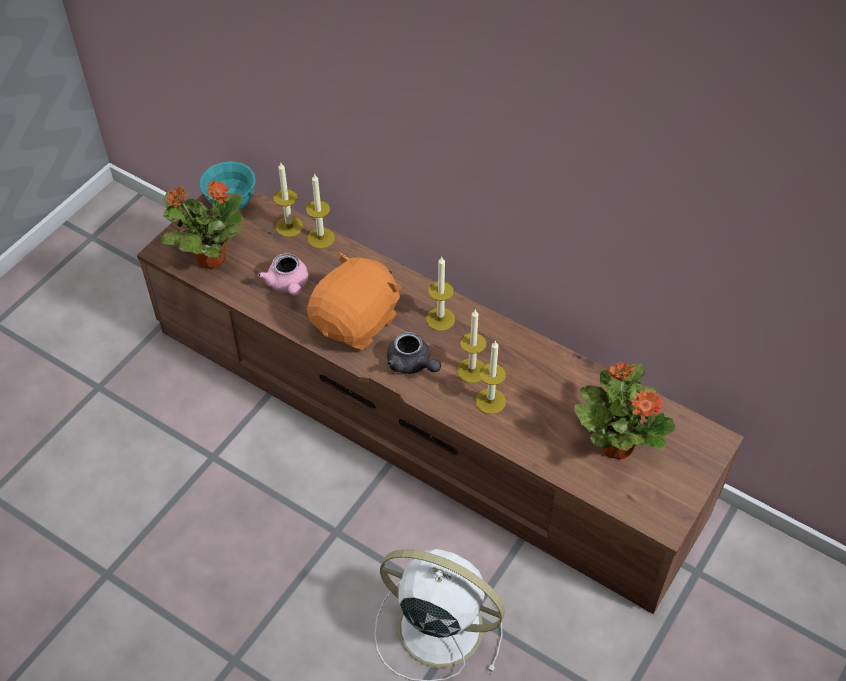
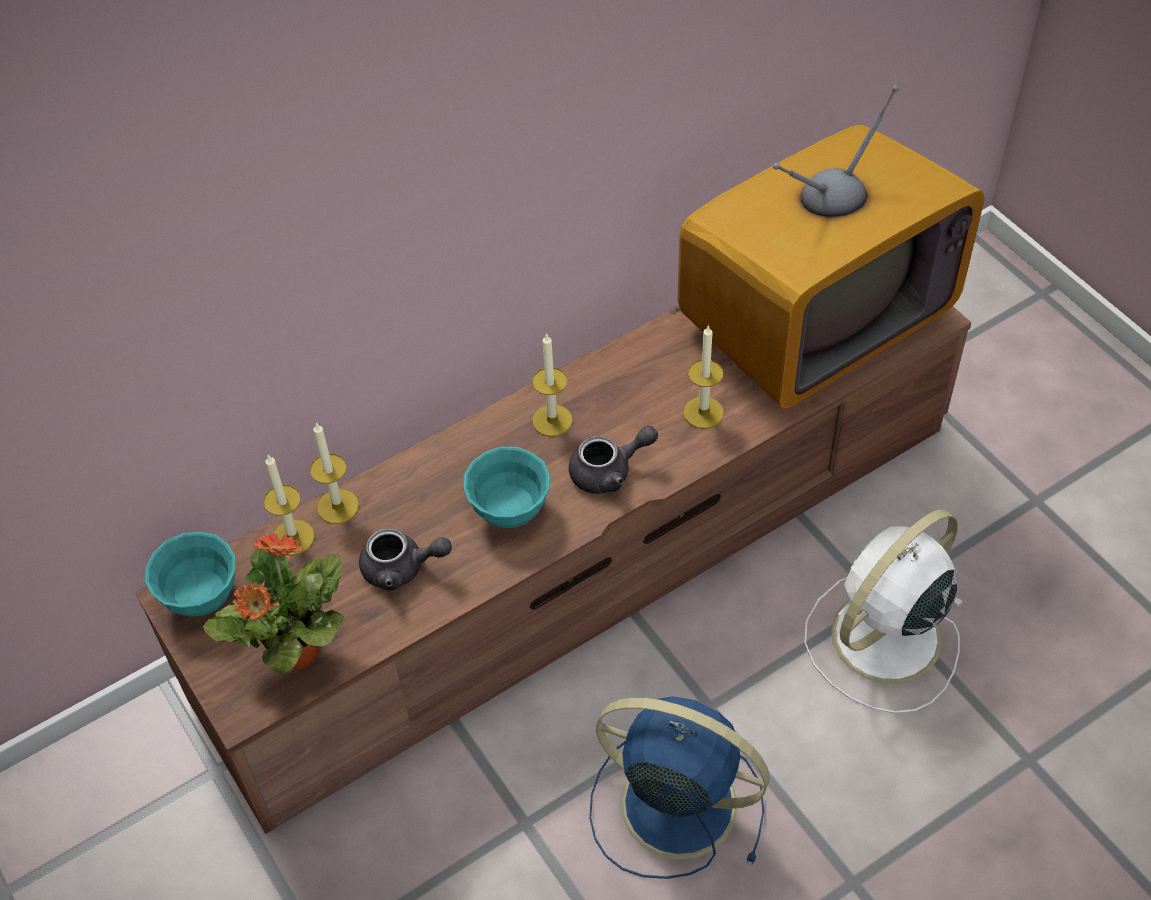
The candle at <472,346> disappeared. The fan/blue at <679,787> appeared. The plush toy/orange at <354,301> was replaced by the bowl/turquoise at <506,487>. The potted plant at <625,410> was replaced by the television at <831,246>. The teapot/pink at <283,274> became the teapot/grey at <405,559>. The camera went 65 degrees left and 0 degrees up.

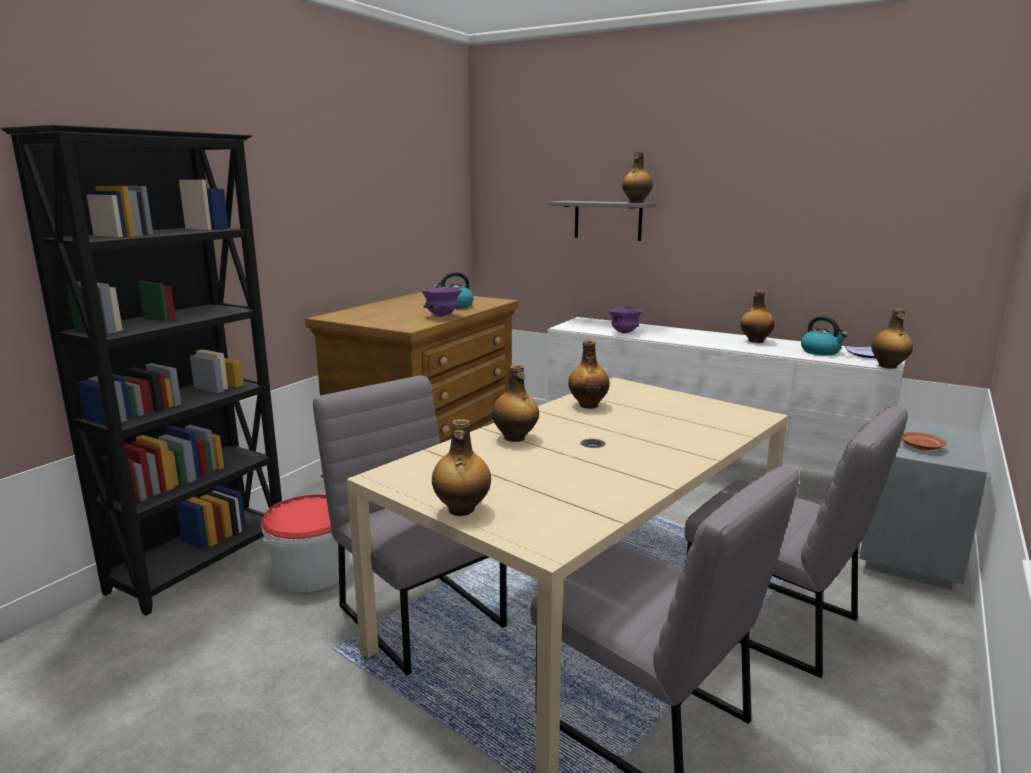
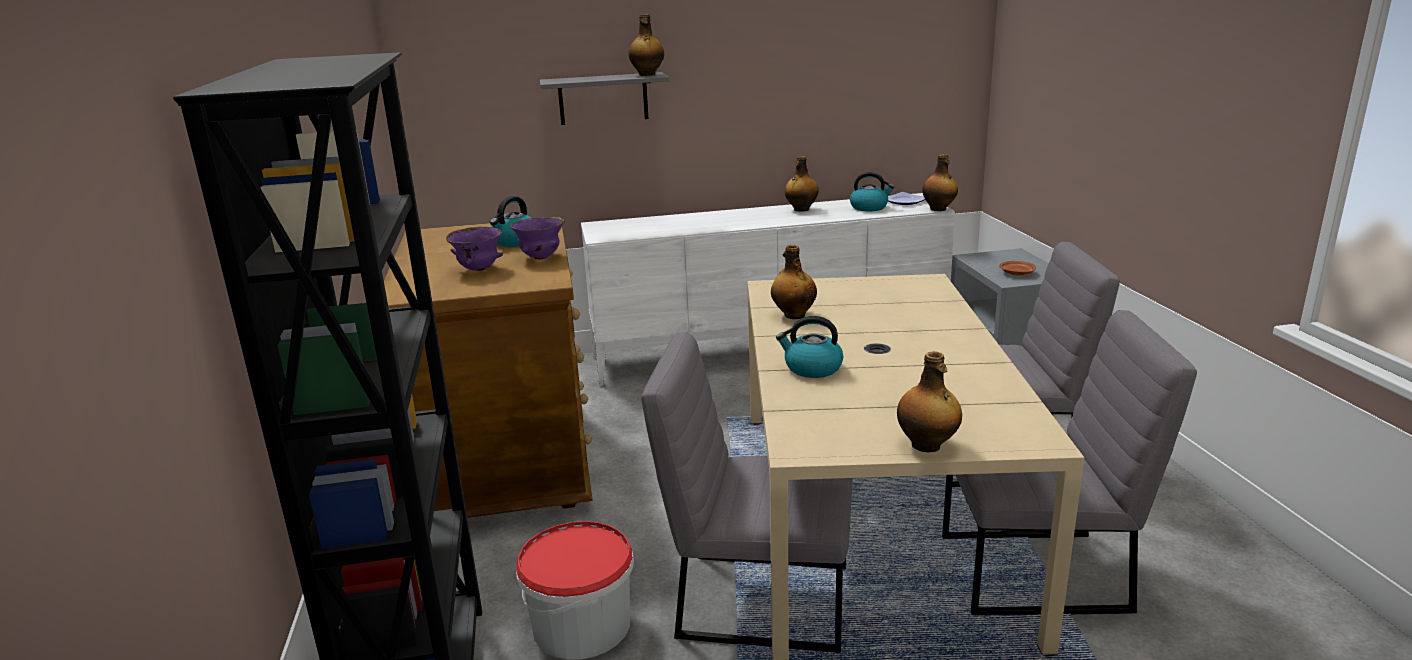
The bowl/purple moved from <625,319> to <474,249>. The bottle at <515,403> was replaced by the kettle at <809,347>. The camera went 40 degrees left and 5 degrees up.

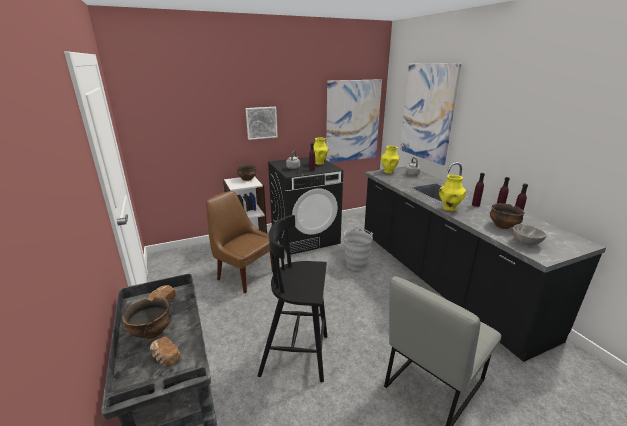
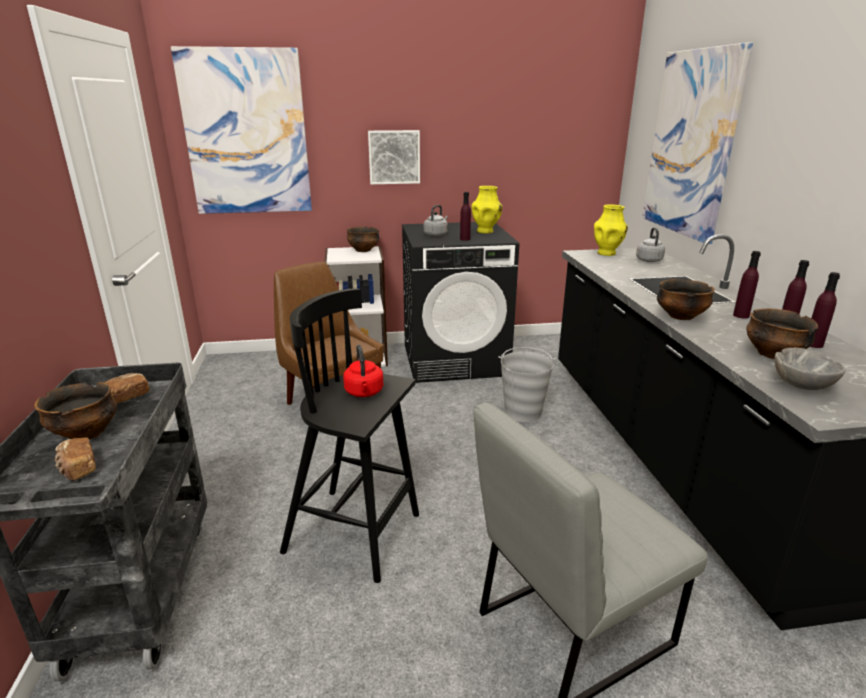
The kettle/red at <363,371> appeared. The picture moved from <354,121> to <241,130>. The vase/yellow at <452,193> was replaced by the bowl at <686,299>. The camera went 15 degrees right and 0 degrees up.

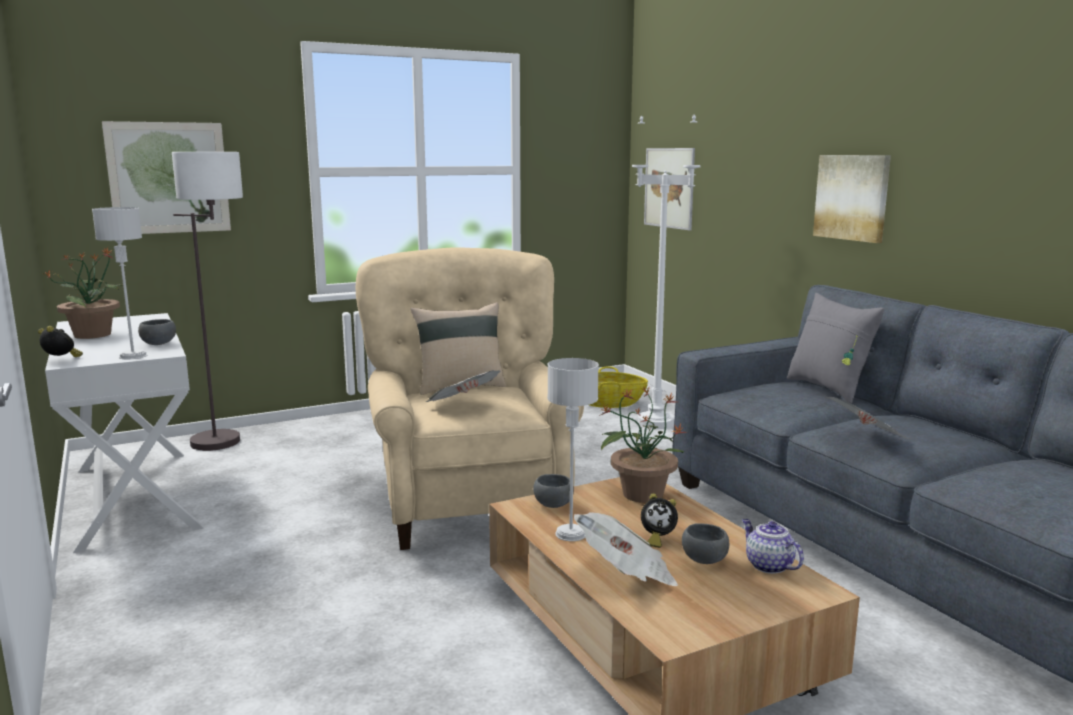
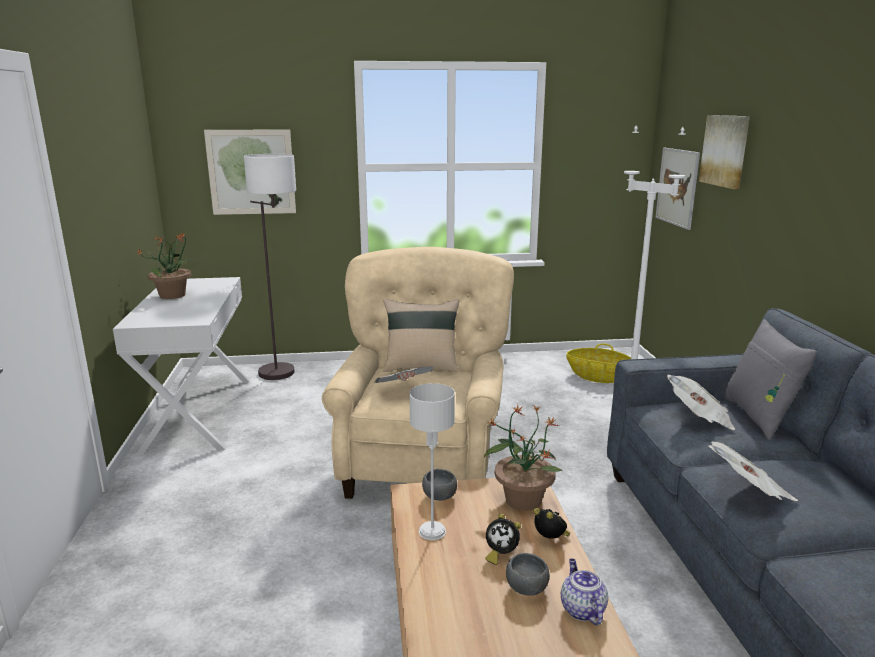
The table lamp/grey at <119,283> disappeared. The bowl/grey at <157,332> disappeared. The alarm clock moved from <60,341> to <551,523>. The newspaper moved from <626,549> to <701,402>. The picture moved from <852,199> to <724,152>. The camera went 20 degrees right and 5 degrees up.

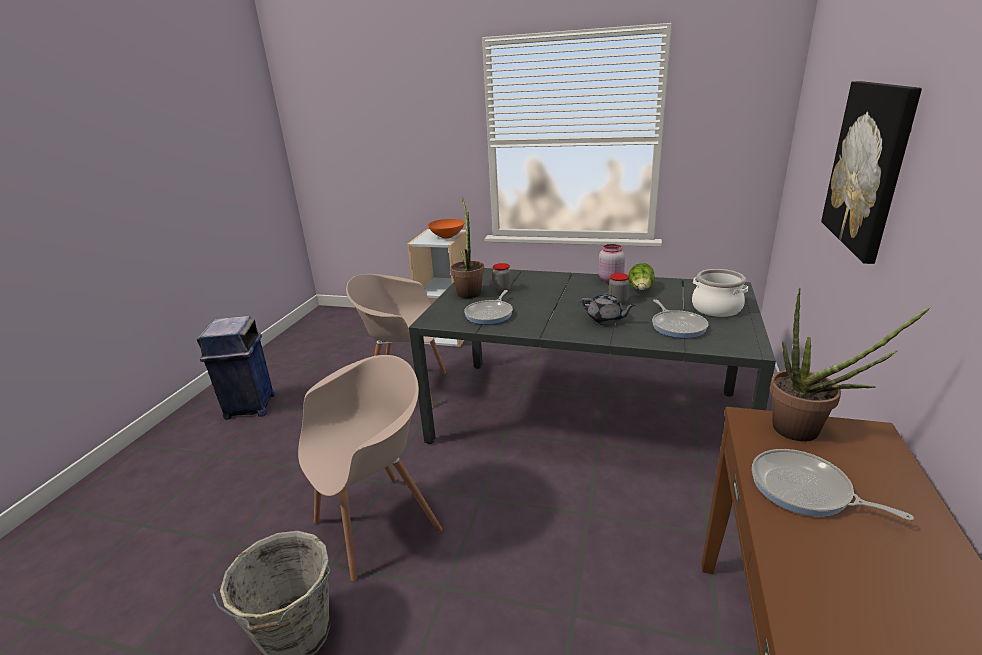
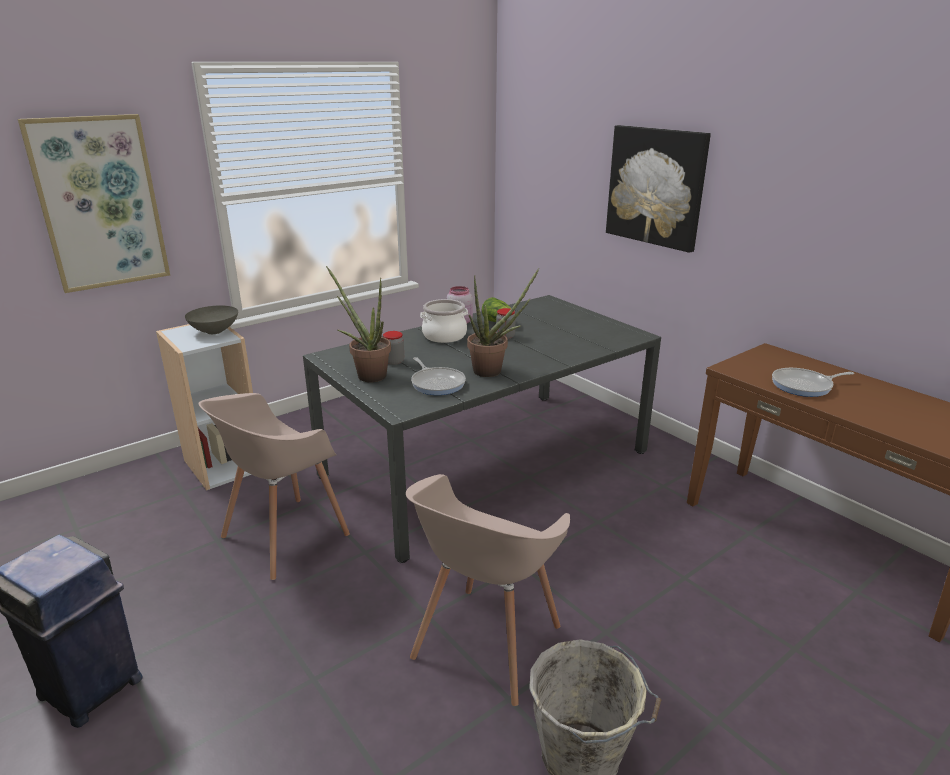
The teapot/grey at <608,309> disappeared. The frying pan at <680,318> disappeared. The picture at <94,203> appeared. The cooking pot moved from <720,293> to <444,321>. The potted plant moved from <851,365> to <503,322>. The bowl/orange at <446,229> became the bowl/grey at <211,319>. The chair/beige at <370,468> turned 150 degrees counterclockwise. The camera went 55 degrees left and 0 degrees up.

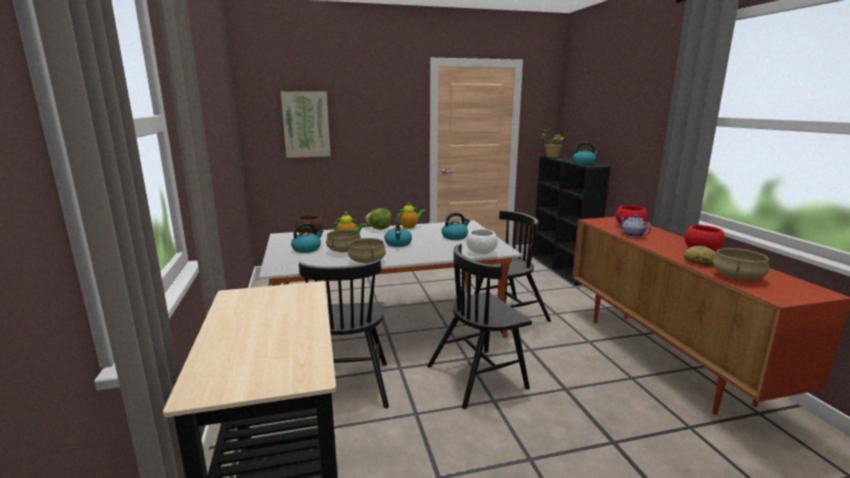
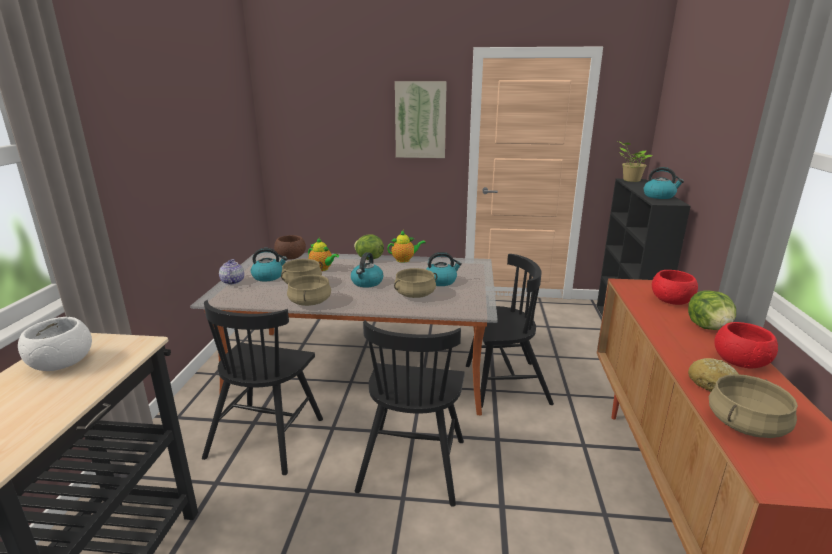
The cooking pot/beige at <416,283> appeared. The lettuce at <712,310> appeared. The picture moved from <306,124> to <421,119>. The bowl/white moved from <482,241> to <55,344>. The teapot moved from <635,226> to <231,272>. The chair/black at <479,326> turned 75 degrees counterclockwise. The camera went 20 degrees right and 5 degrees up.

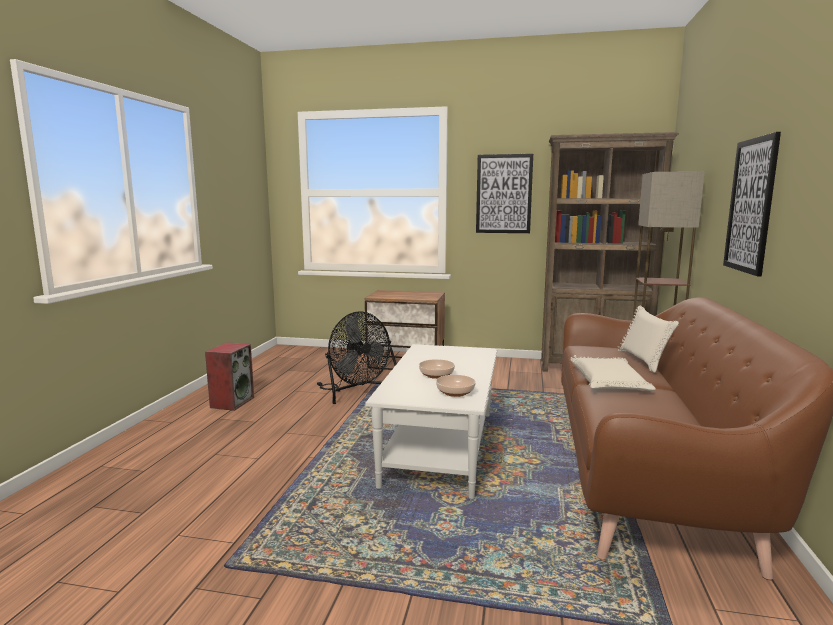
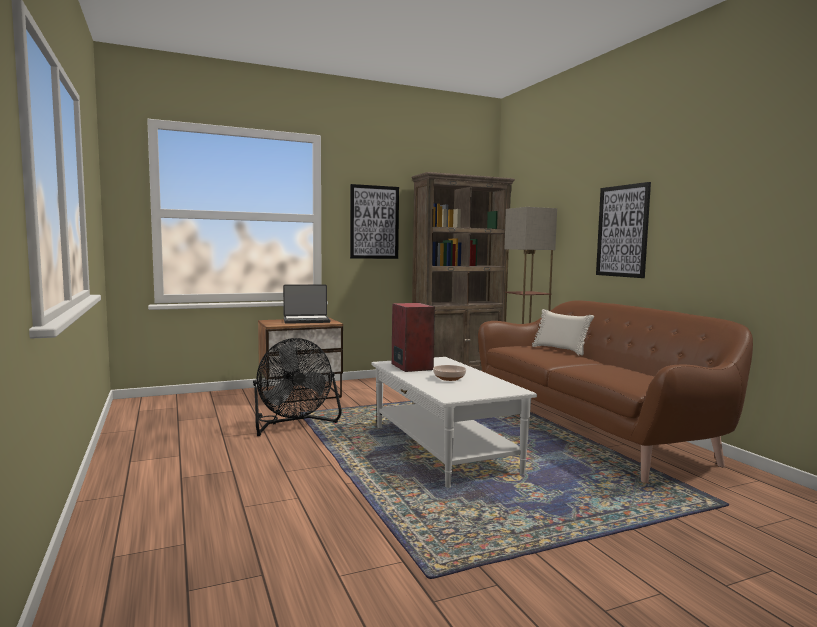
The bowl at <456,386> disappeared. The pillow/white at <613,373> disappeared. The laptop at <306,304> appeared. The speaker moved from <229,376> to <413,337>. The fan/black at <357,357> turned 45 degrees clockwise. The camera went 35 degrees left and 5 degrees down.

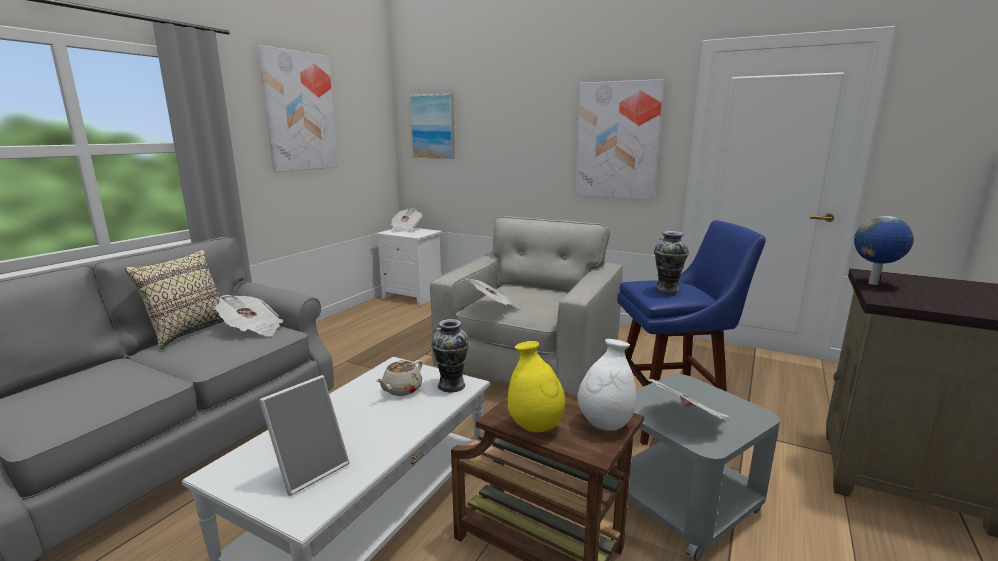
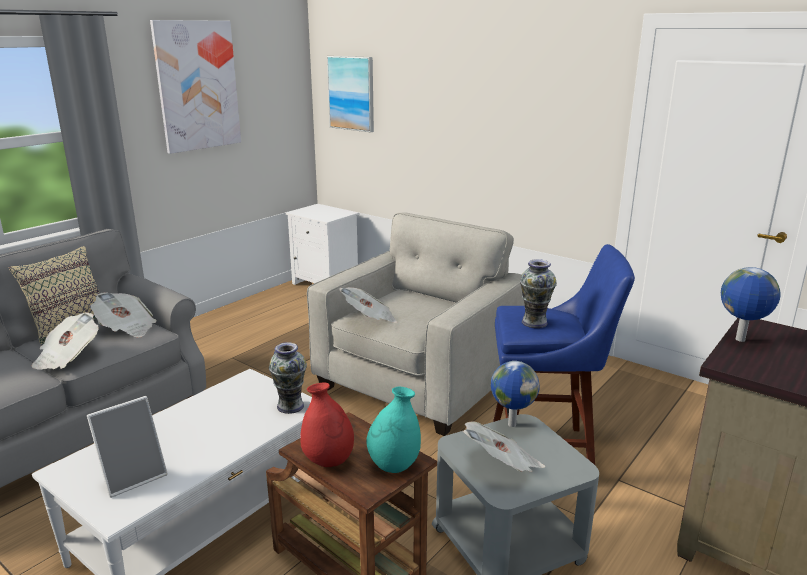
The teapot/beige at <399,378> disappeared. The picture at <619,139> disappeared. The globe at <515,394> appeared. The newspaper moved from <406,220> to <65,340>. The vase/yellow at <536,387> became the vase/red at <327,424>. The vase/white at <607,385> became the vase/turquoise at <393,429>. The camera went 10 degrees right and 5 degrees up.

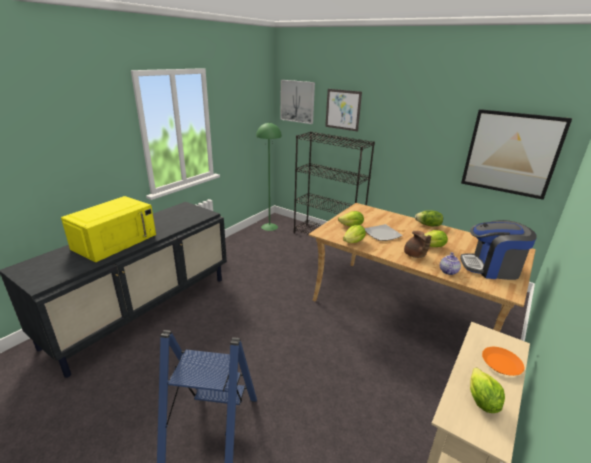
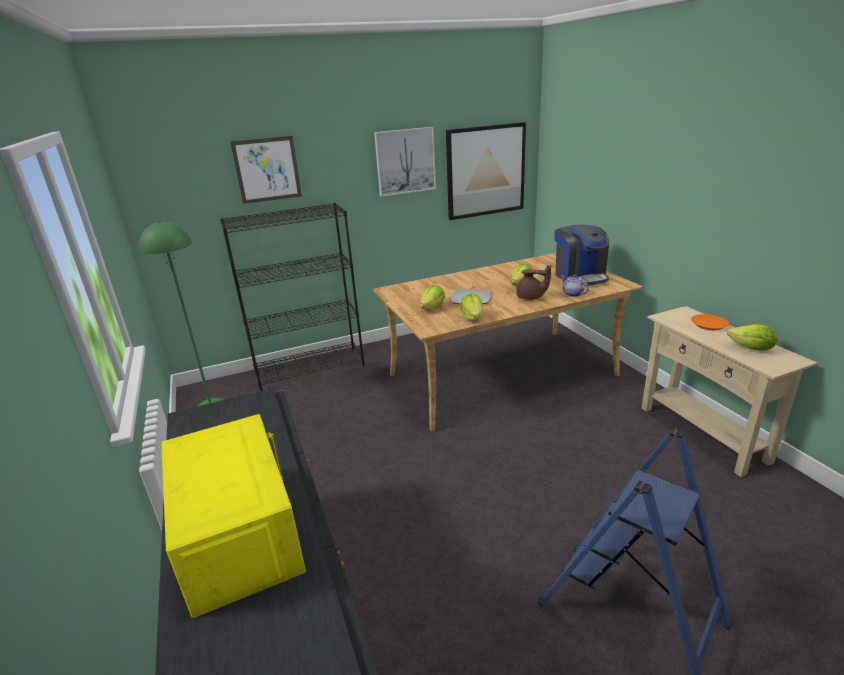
The lettuce at <429,218> disappeared. The picture moved from <297,102> to <405,162>. The coffee machine at <498,250> turned 60 degrees counterclockwise. The camera went 55 degrees left and 0 degrees up.

